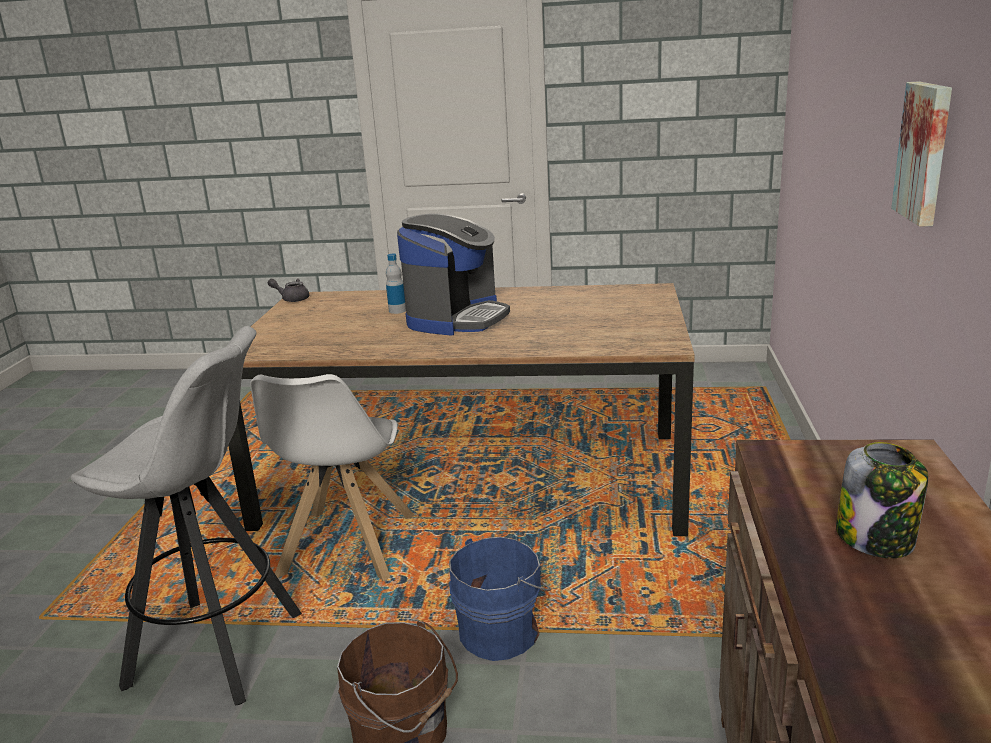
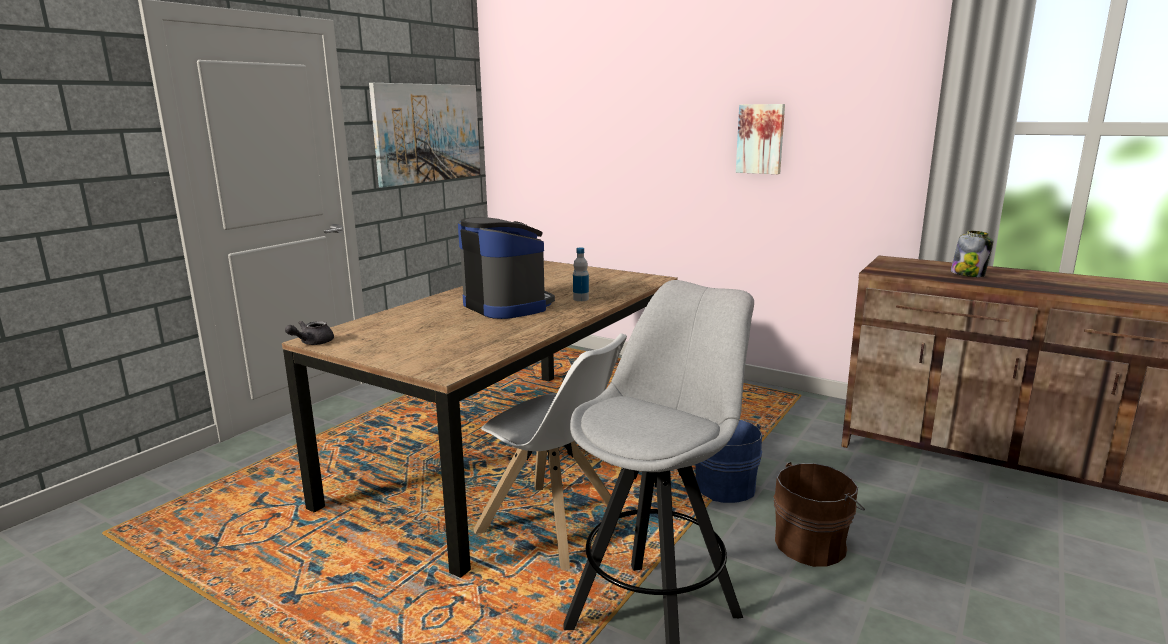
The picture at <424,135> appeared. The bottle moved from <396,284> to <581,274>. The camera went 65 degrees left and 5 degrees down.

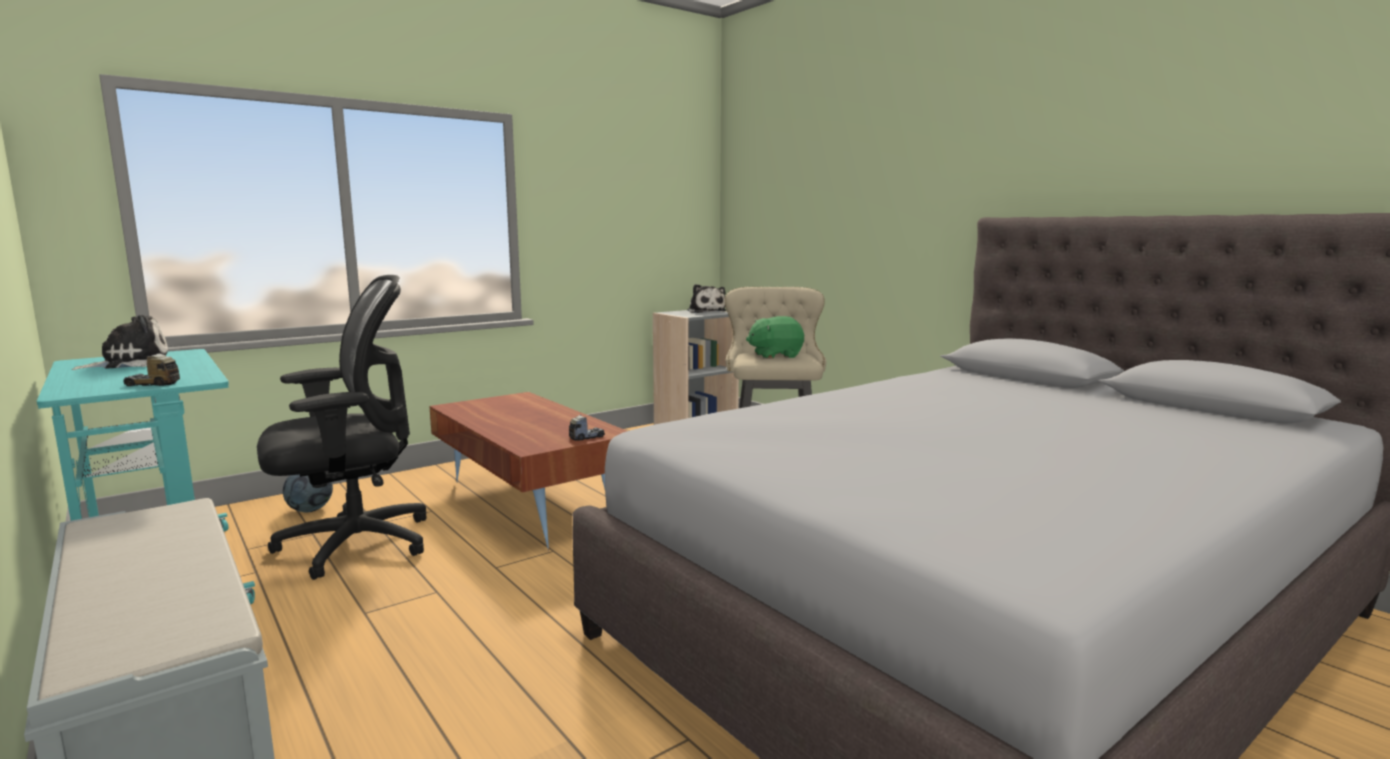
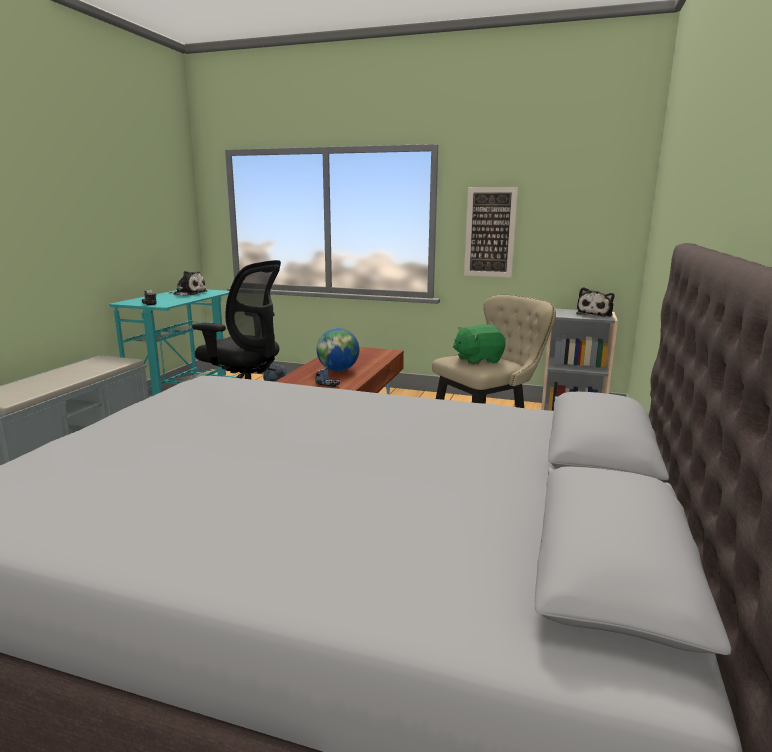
The globe at <338,349> appeared. The picture at <491,232> appeared. The plush toy/green at <775,337> turned 60 degrees counterclockwise. The camera went 55 degrees right and 5 degrees up.

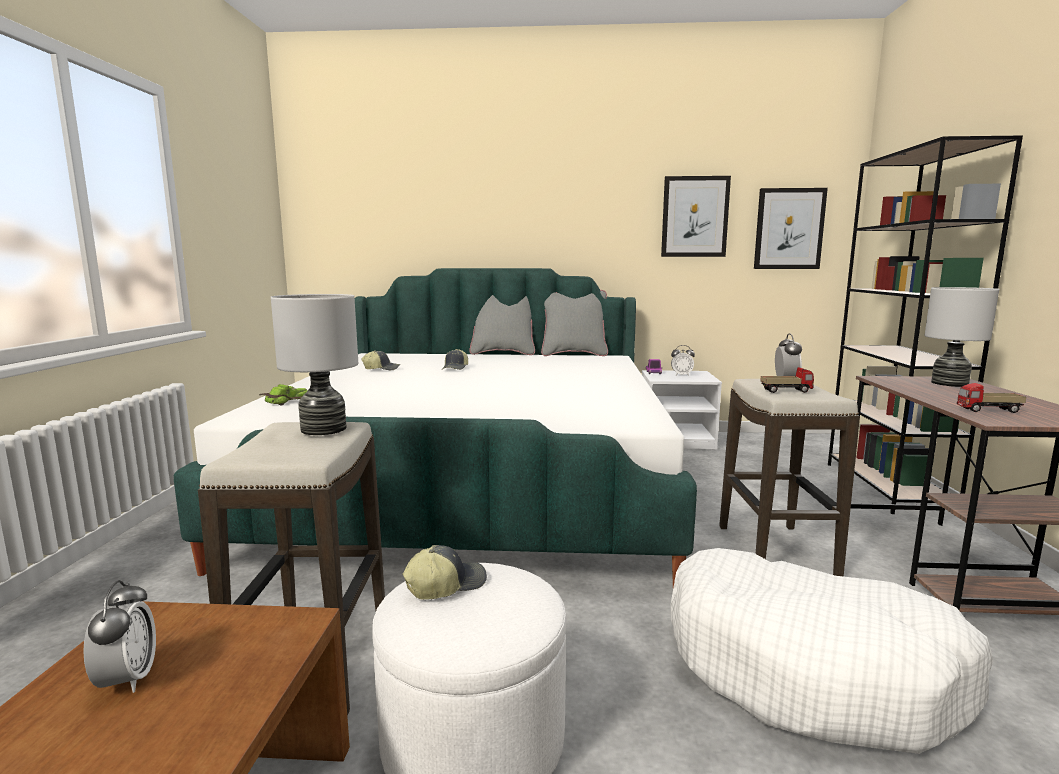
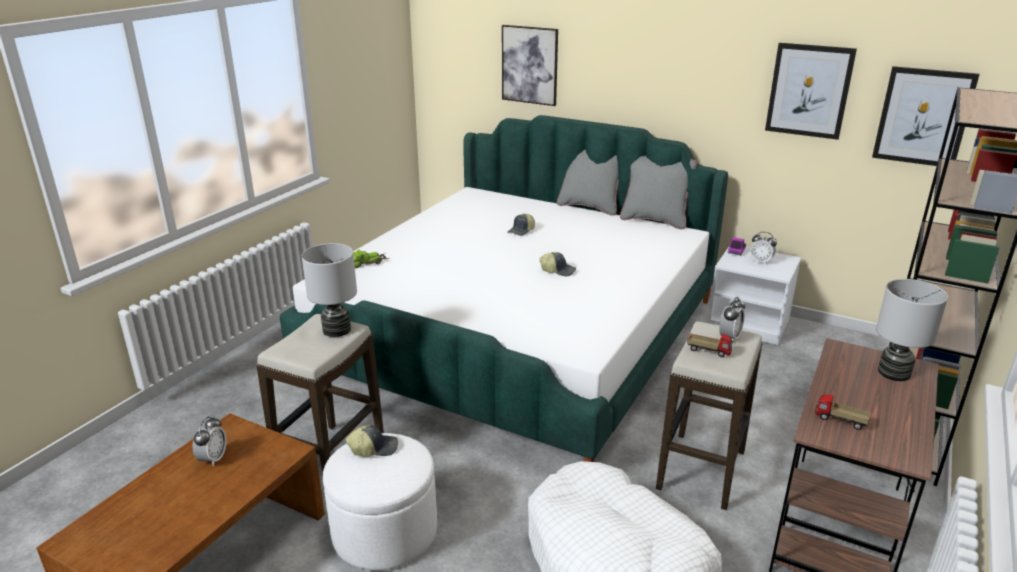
The picture at <530,65> appeared. The cap moved from <381,360> to <558,264>. The camera went 25 degrees right and 15 degrees up.

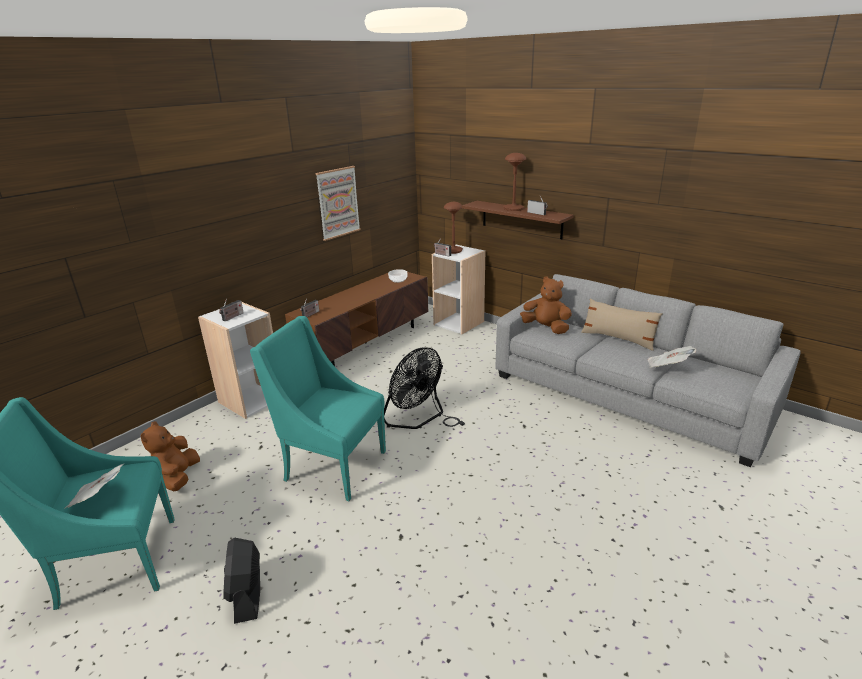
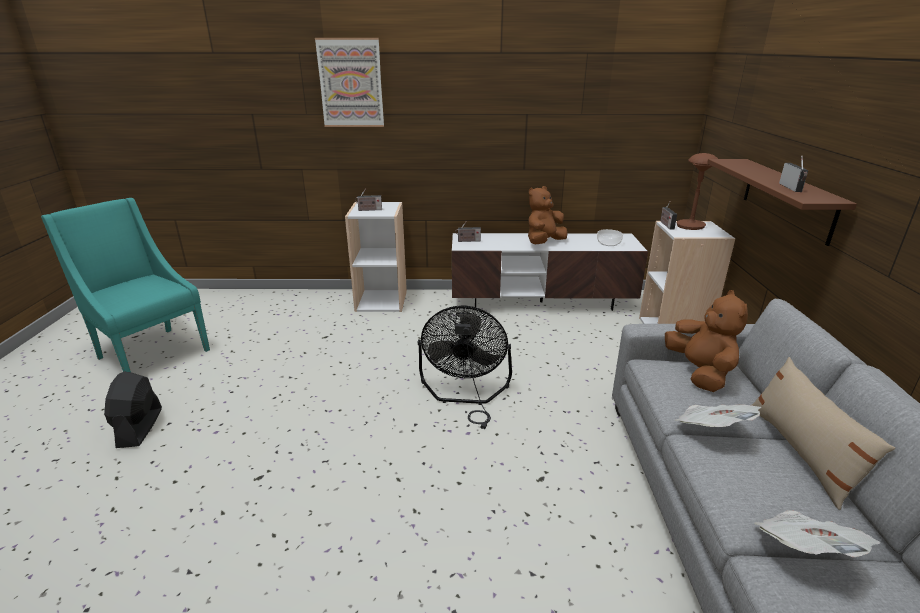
The armchair/turquoise at <318,408> disappeared. The table lamp/brown at <514,182> disappeared. The newspaper moved from <93,486> to <718,415>. The plush toy/brown moved from <170,456> to <547,215>. The picture moved from <338,203> to <349,82>. The tv stand/brown at <356,317> became the tv stand/white at <550,272>. The fan/black at <241,581> turned 45 degrees counterclockwise. The camera went 50 degrees right and 0 degrees up.

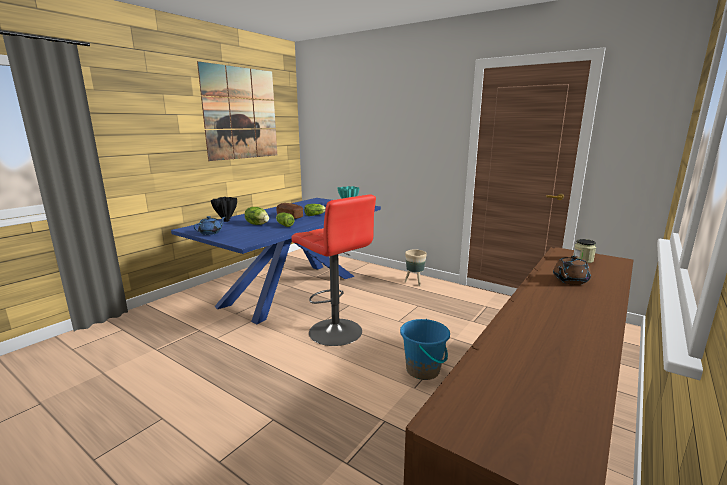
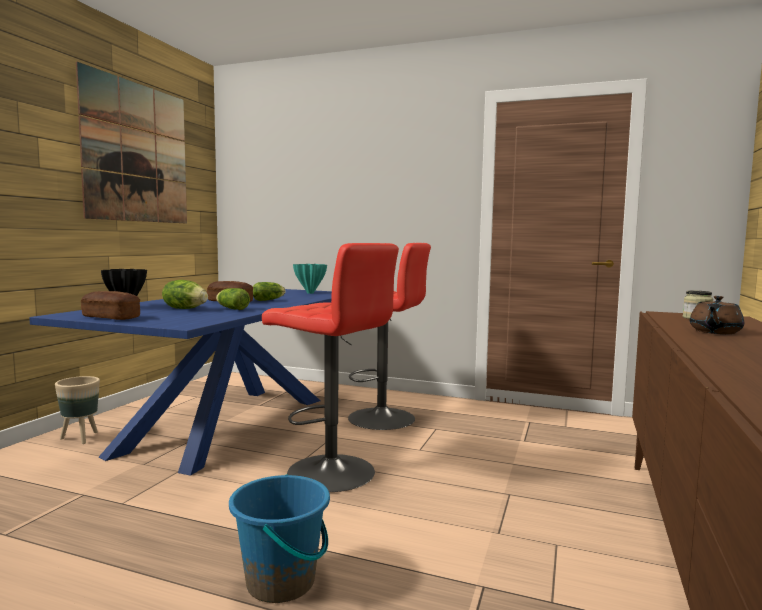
The stool/red at <389,336> appeared. The bucket/blue moved from <425,349> to <279,538>. The planter/beige moved from <415,268> to <77,410>. The teapot/blue at <209,225> was replaced by the bread at <110,305>. The camera went 15 degrees left and 10 degrees down.

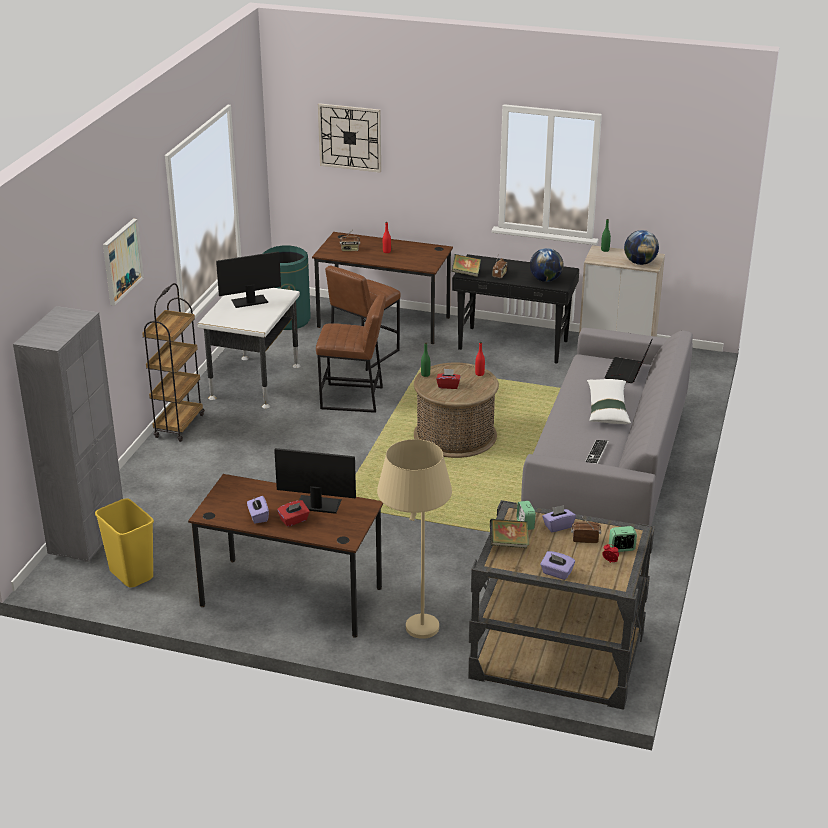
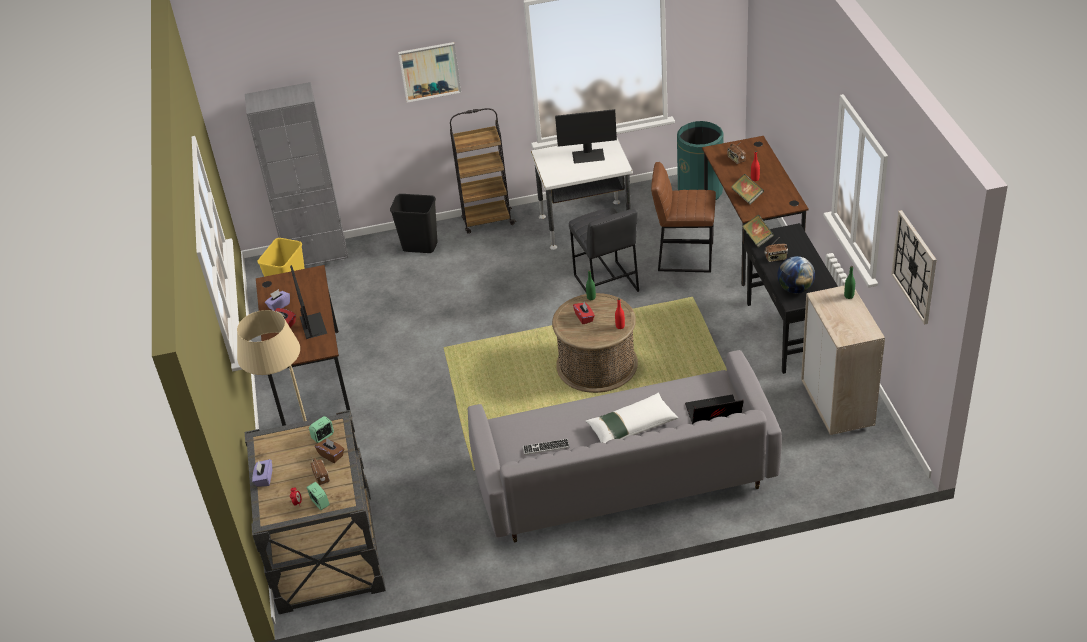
The globe at <641,247> disappeared. The trash can/black at <414,223> appeared. The wall clock moved from <349,138> to <914,267>. The book moved from <509,533> to <747,189>. The chair/brown at <351,353> was replaced by the stool/grey at <604,250>. The tissue box/purple at <559,518> became the tissue box/brown at <329,450>. The monitor at <248,279> turned 135 degrees clockwise. The camera went 65 degrees right and 10 degrees up.

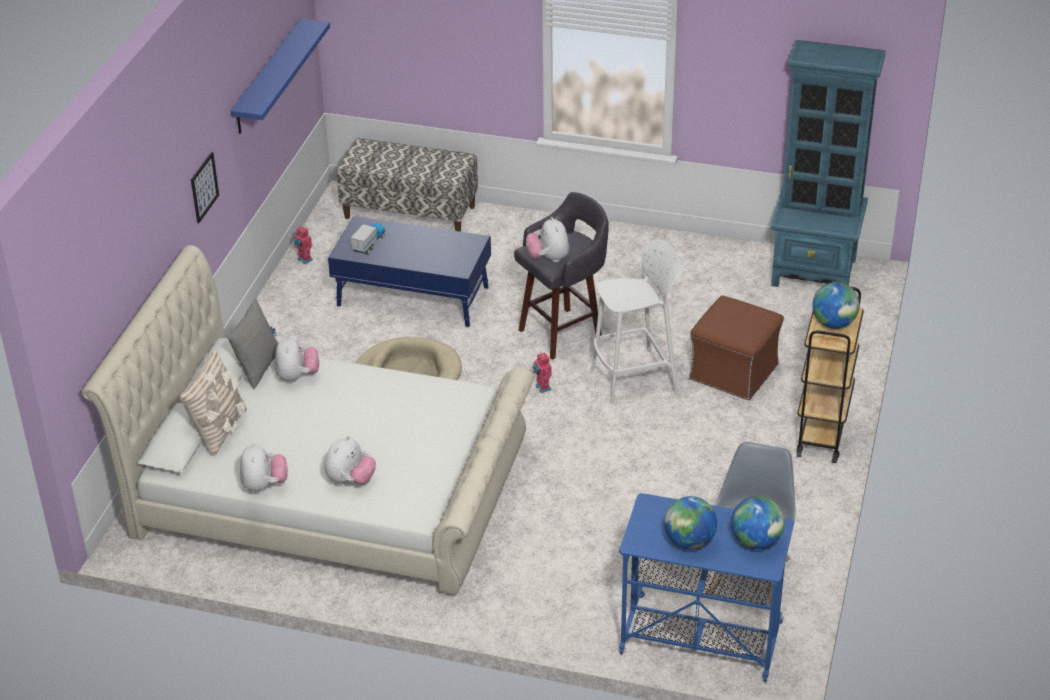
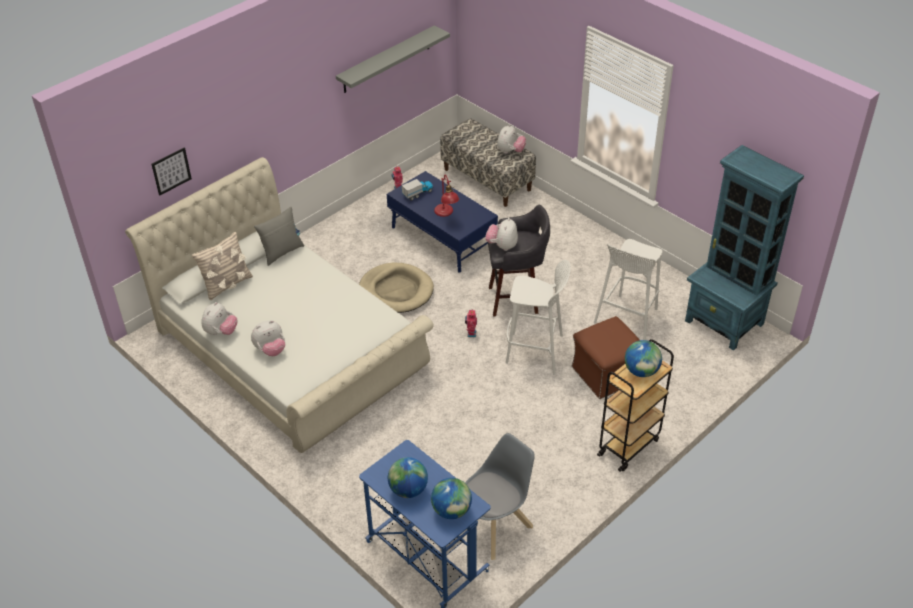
The table lamp/red at <446,196> appeared. The stool/white at <628,289> appeared. The picture moved from <205,187> to <171,172>. The plush toy moved from <297,359> to <511,139>. The shelf/blue at <280,76> became the shelf/grey at <393,59>. The camera went 30 degrees right and 5 degrees up.

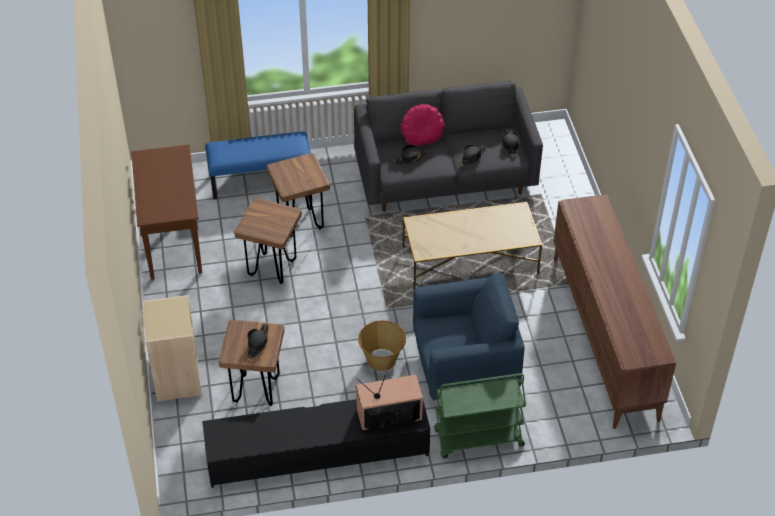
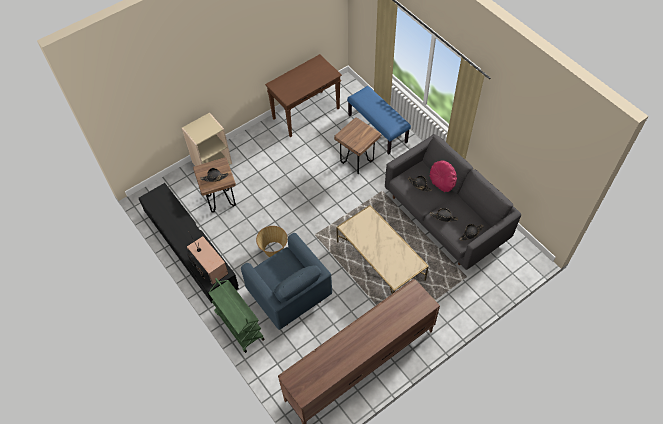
The stool/brown at <268,241> disappeared. The camera went 65 degrees right and 10 degrees up.

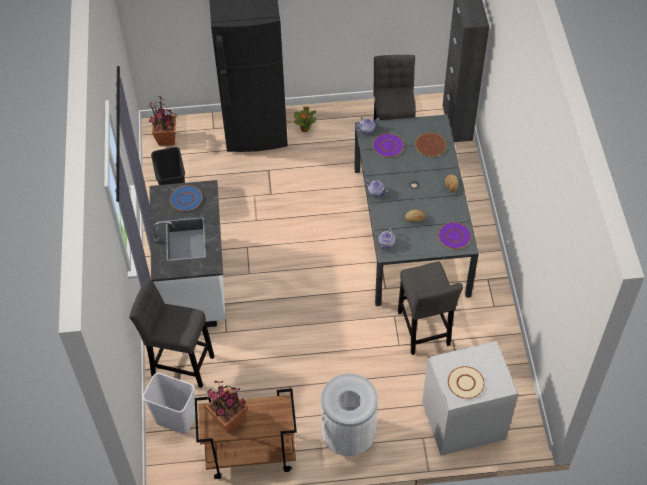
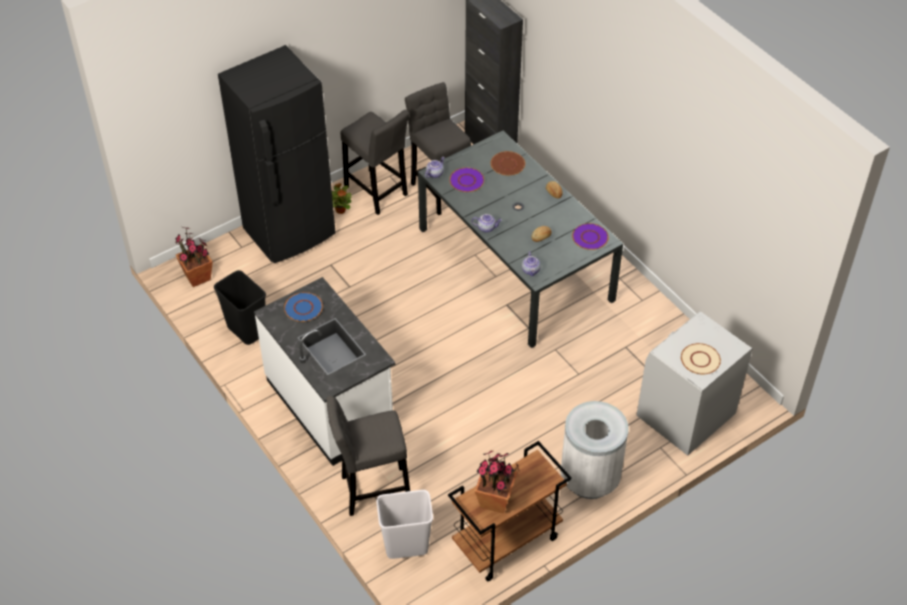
The stool/grey moved from <430,308> to <375,162>. The camera went 30 degrees left and 5 degrees down.

